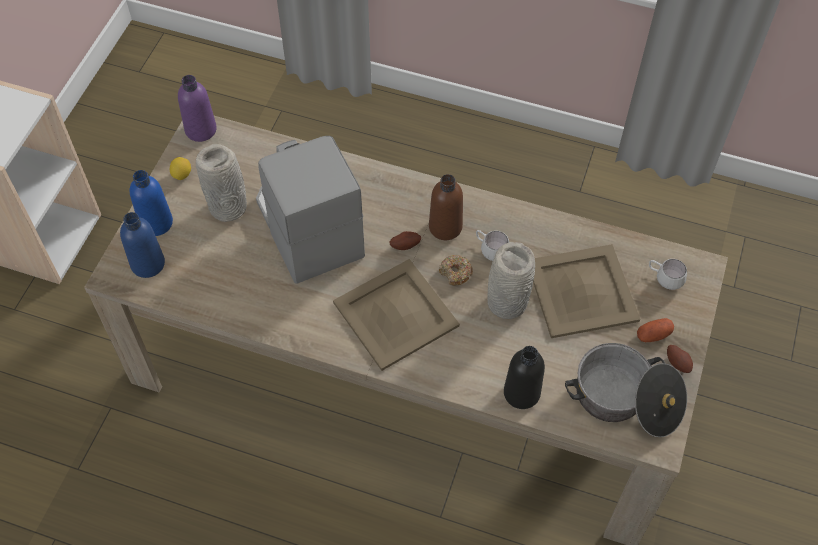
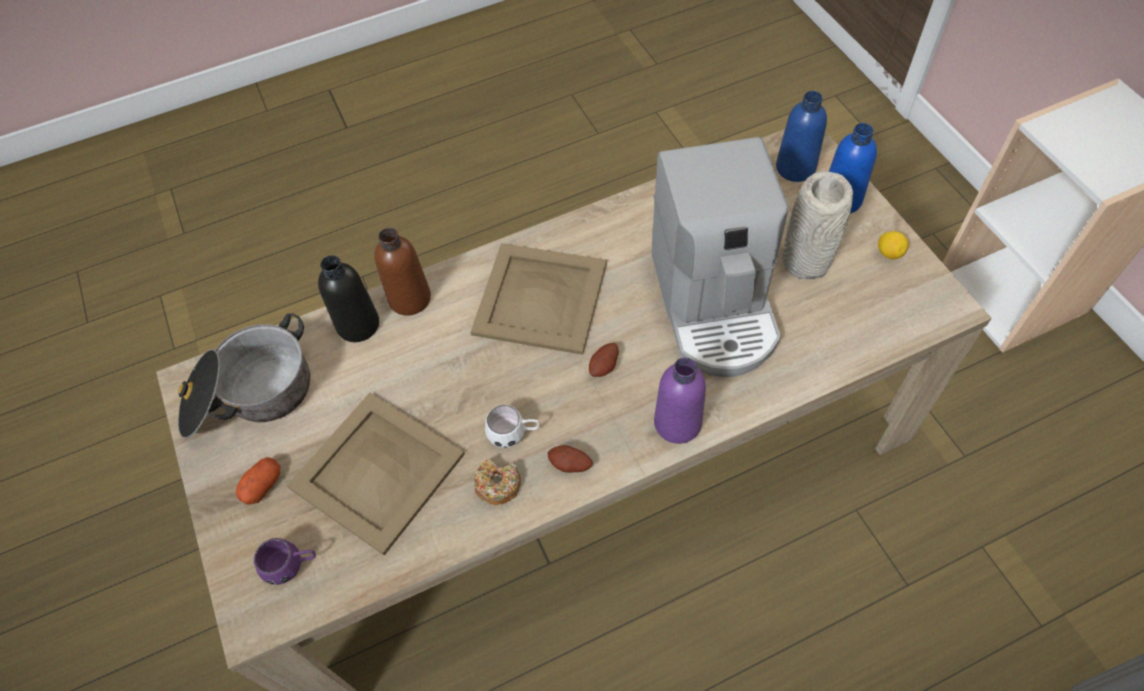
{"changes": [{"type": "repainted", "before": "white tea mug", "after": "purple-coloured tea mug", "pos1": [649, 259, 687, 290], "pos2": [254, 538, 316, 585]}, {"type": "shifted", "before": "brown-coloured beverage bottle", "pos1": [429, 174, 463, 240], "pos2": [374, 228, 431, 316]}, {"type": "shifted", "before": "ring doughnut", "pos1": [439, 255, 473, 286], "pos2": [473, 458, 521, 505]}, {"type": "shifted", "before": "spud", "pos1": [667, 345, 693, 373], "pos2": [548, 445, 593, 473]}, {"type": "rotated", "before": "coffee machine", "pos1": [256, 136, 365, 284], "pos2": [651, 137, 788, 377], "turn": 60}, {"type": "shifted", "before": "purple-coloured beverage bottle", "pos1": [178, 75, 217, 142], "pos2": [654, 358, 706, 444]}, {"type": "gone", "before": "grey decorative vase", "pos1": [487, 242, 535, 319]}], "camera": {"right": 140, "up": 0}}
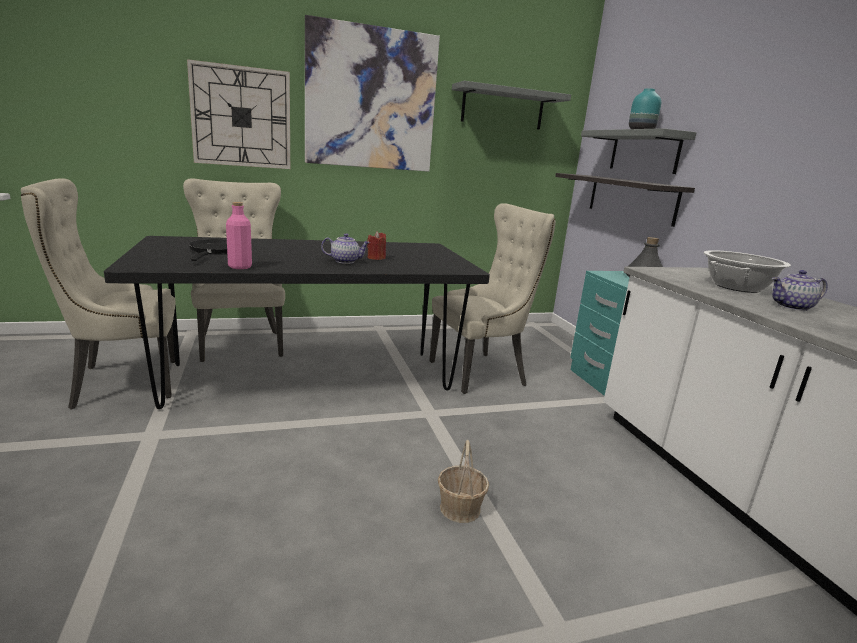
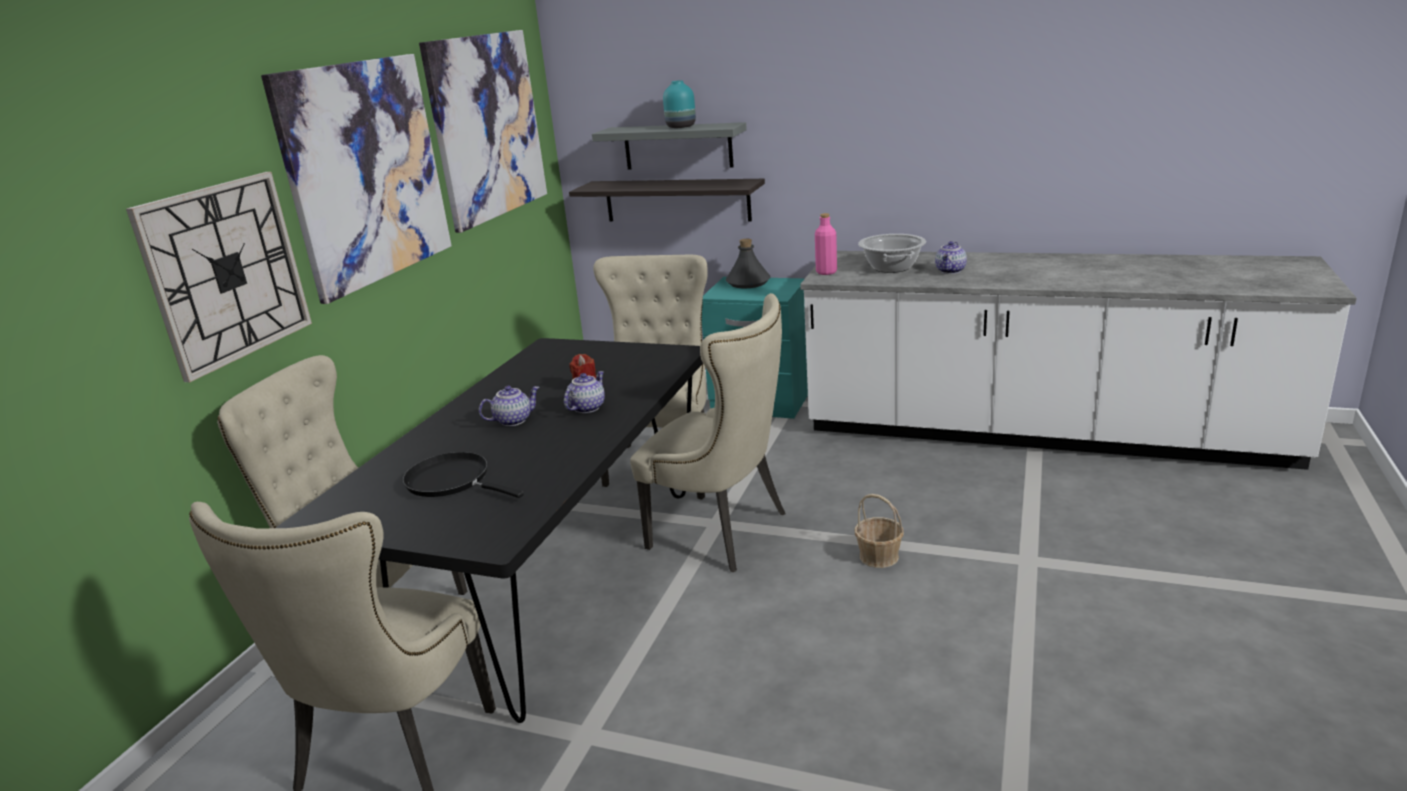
{"changes": [{"type": "swapped", "before": "grey shelf", "after": "picture", "pos1": [452, 81, 571, 130], "pos2": [419, 30, 547, 233]}, {"type": "new", "after": "tea pot", "pos2": [479, 386, 540, 426]}, {"type": "new", "after": "beige plain chair", "pos2": [630, 293, 786, 572]}, {"type": "shifted", "before": "pink-coloured beverage bottle", "pos1": [226, 202, 252, 269], "pos2": [815, 213, 837, 275]}], "camera": {"right": -50, "up": 5}}
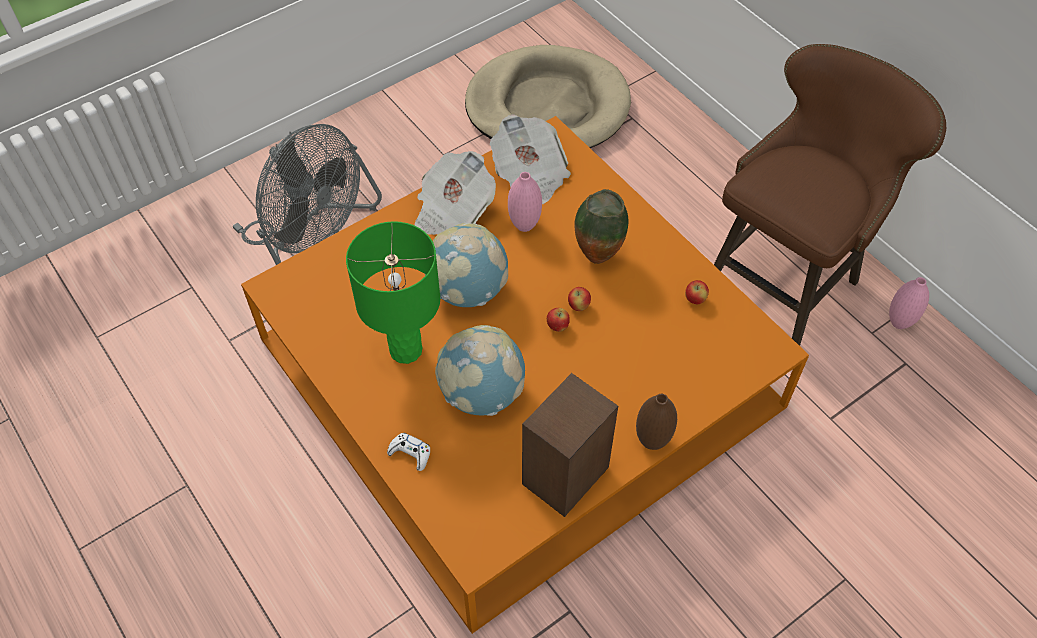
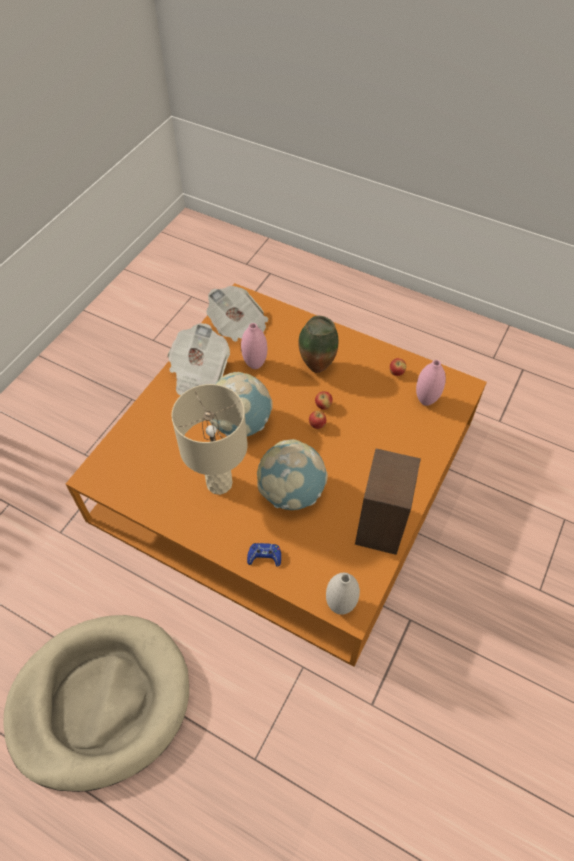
{"changes": [{"type": "shifted", "before": "beige dog cushion", "pos1": [465, 45, 631, 148], "pos2": [3, 615, 189, 792]}, {"type": "repainted", "before": "greenish lamp for a table", "after": "beige lamp for a table", "pos1": [346, 221, 440, 364], "pos2": [171, 384, 248, 495]}, {"type": "repainted", "before": "white joypad", "after": "bluish joypad", "pos1": [387, 433, 430, 471], "pos2": [247, 543, 281, 567]}, {"type": "new", "after": "white decorative vase", "pos2": [326, 573, 360, 615]}, {"type": "shifted", "before": "pink-coloured decorative vase", "pos1": [889, 277, 929, 329], "pos2": [416, 360, 446, 406]}, {"type": "gone", "before": "grey cooling fan", "pos1": [233, 124, 382, 265]}, {"type": "gone", "before": "brown-coloured decorative vase", "pos1": [636, 394, 677, 450]}, {"type": "gone", "before": "brown-coloured stool seat", "pos1": [714, 44, 946, 346]}], "camera": {"right": -25, "up": 0}}
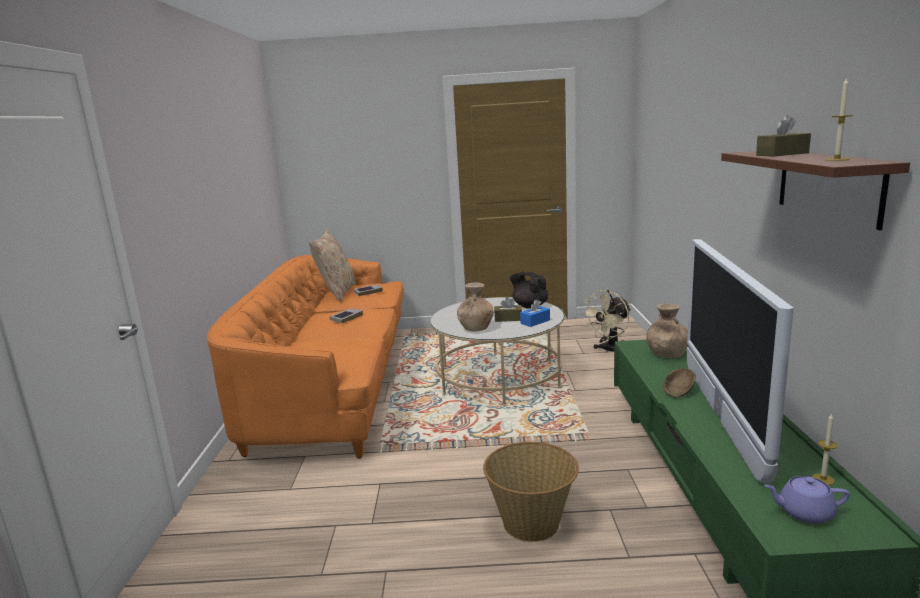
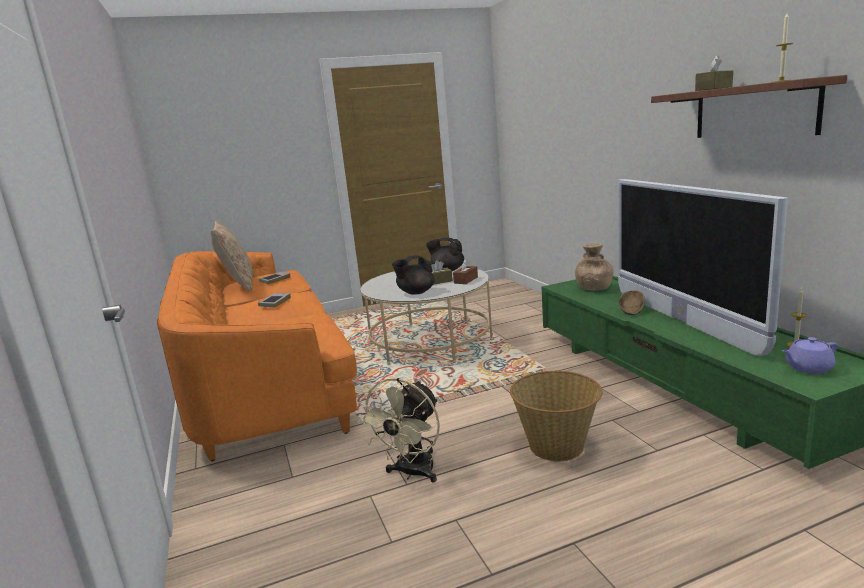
{"changes": [{"type": "shifted", "before": "beige cooling fan", "pos1": [581, 290, 631, 352], "pos2": [357, 378, 440, 483]}, {"type": "swapped", "before": "brown-coloured decorative vase", "after": "black tea pot", "pos1": [457, 282, 494, 332], "pos2": [392, 255, 435, 295]}, {"type": "repainted", "before": "bluish tissue box", "after": "brown-coloured tissue box", "pos1": [520, 299, 550, 327], "pos2": [453, 258, 478, 284]}], "camera": {"right": -20, "up": 0}}
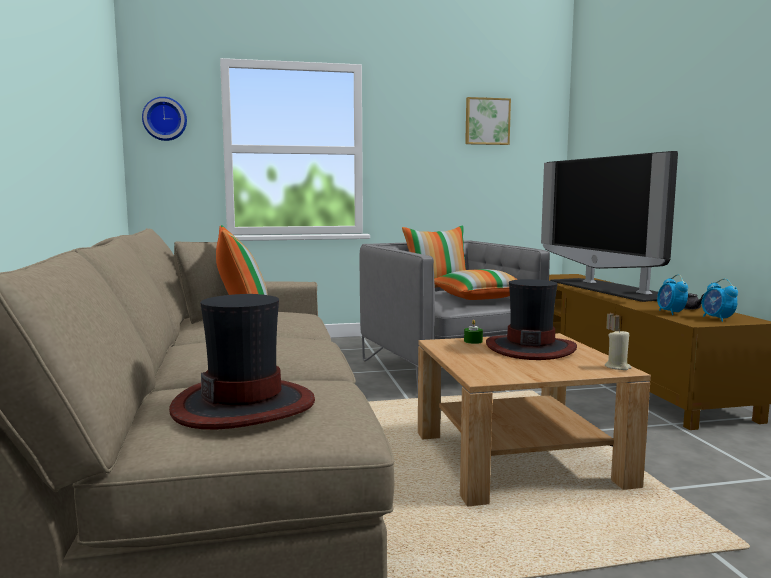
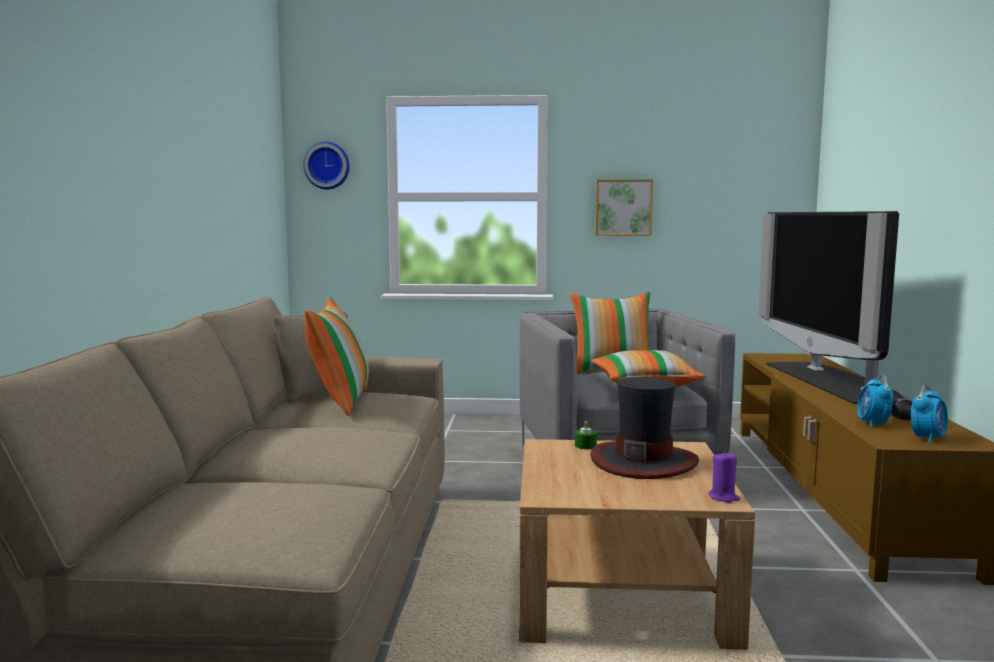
{"changes": [{"type": "shifted", "before": "picture", "pos1": [465, 97, 511, 145], "pos2": [595, 179, 653, 236]}, {"type": "repainted", "before": "beige wax candle", "after": "purple-coloured wax candle", "pos1": [605, 329, 632, 370], "pos2": [708, 451, 740, 503]}, {"type": "rotated", "before": "bedside clock", "pos1": [702, 279, 738, 322], "pos2": [911, 385, 948, 444], "turn": -135}, {"type": "gone", "before": "clothing hat", "pos1": [169, 294, 315, 430]}], "camera": {"right": 15, "up": 0}}
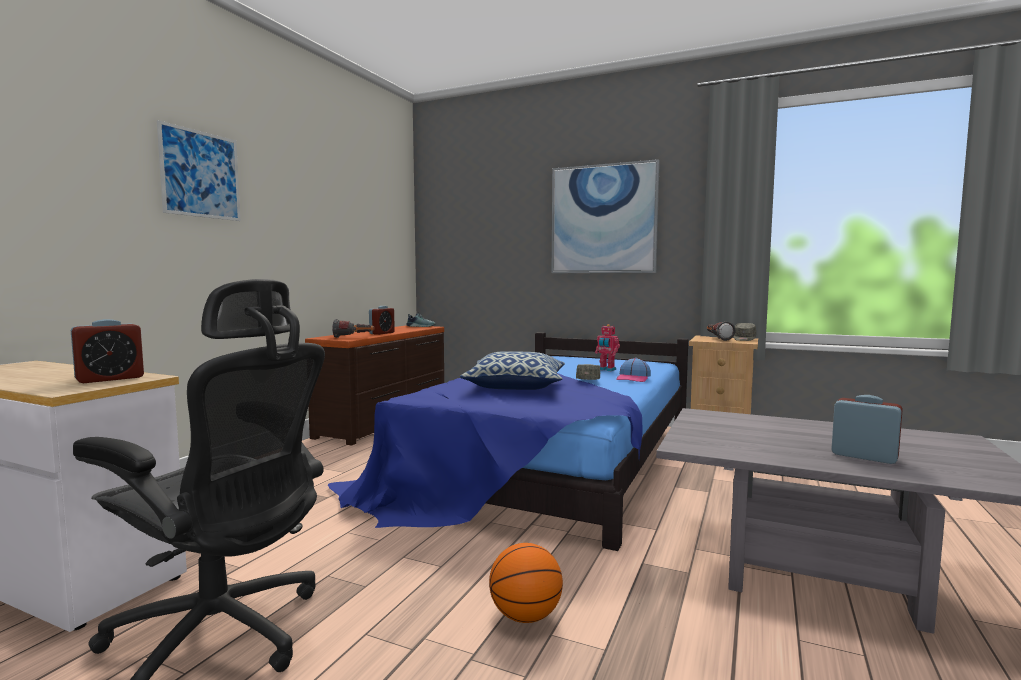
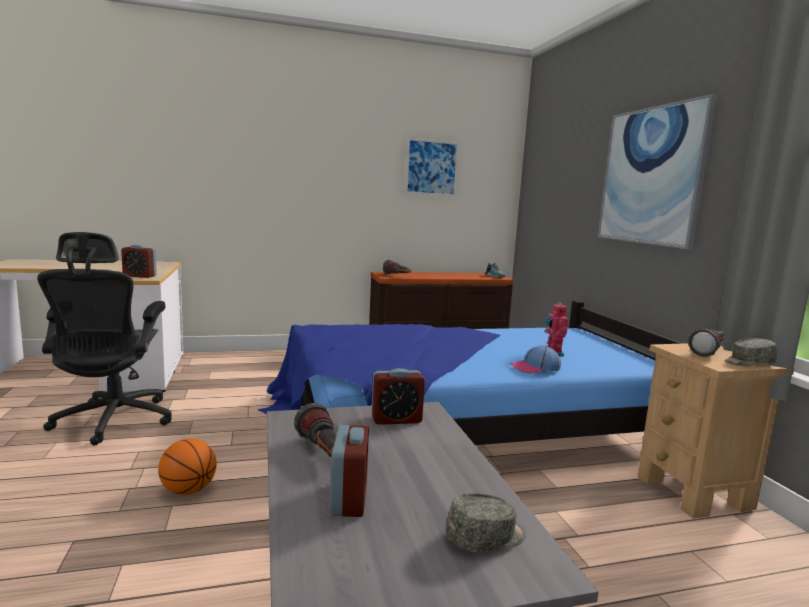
{"changes": [{"type": "new", "after": "hand torch", "pos2": [294, 403, 337, 457]}, {"type": "shifted", "before": "bedside clock", "pos1": [369, 306, 395, 335], "pos2": [371, 368, 425, 425]}, {"type": "shifted", "before": "picture", "pos1": [157, 120, 240, 221], "pos2": [405, 138, 459, 196]}, {"type": "shifted", "before": "grey peaked cap", "pos1": [576, 364, 600, 380], "pos2": [446, 493, 526, 552]}, {"type": "gone", "before": "cushion", "pos1": [460, 351, 565, 390]}], "camera": {"right": 50, "up": 5}}
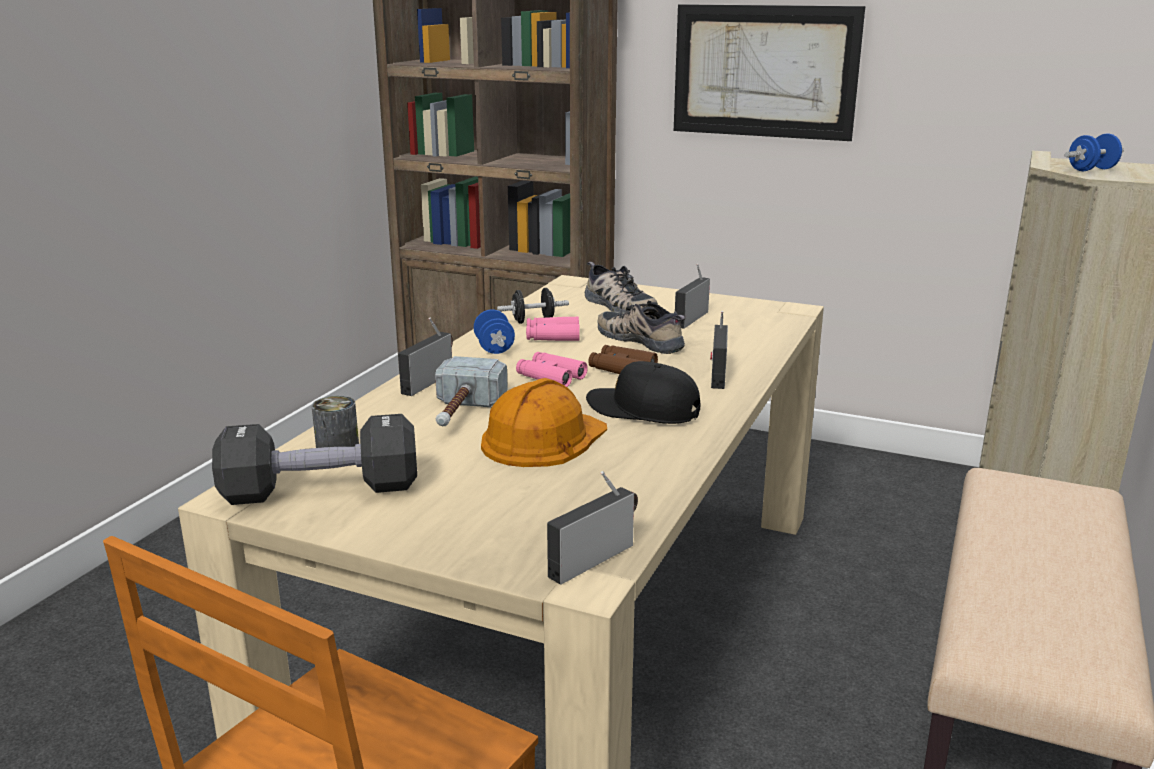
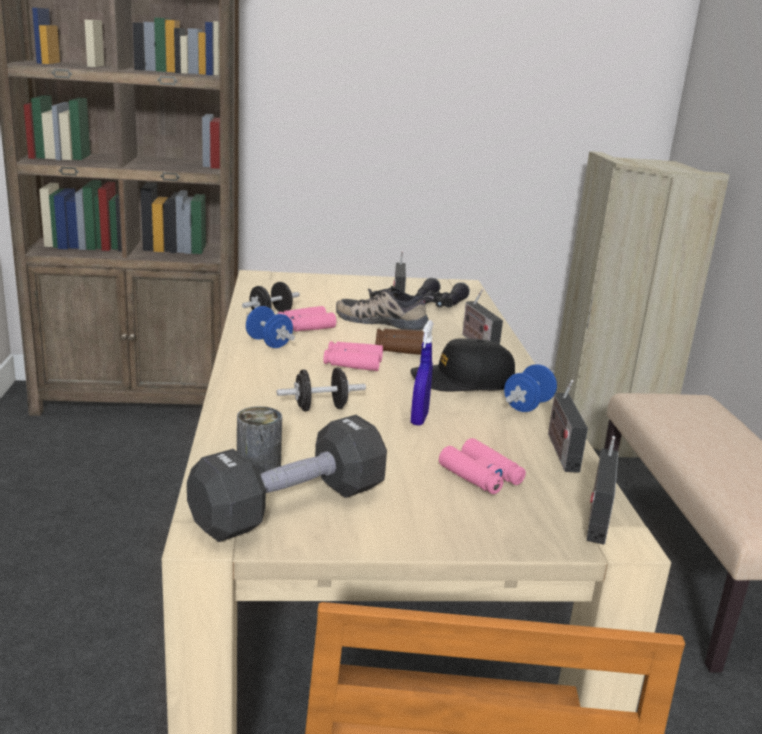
{"changes": [{"type": "swapped", "before": "hand hammer", "after": "black dumbbell", "pos1": [435, 356, 508, 426], "pos2": [276, 367, 366, 411]}, {"type": "swapped", "before": "orange-coloured safety helmet", "after": "bluish sprayer", "pos1": [481, 378, 607, 467], "pos2": [411, 320, 433, 426]}, {"type": "new", "after": "black pair of binoculars", "pos2": [416, 278, 470, 308]}, {"type": "new", "after": "pink-coloured pair of binoculars", "pos2": [439, 438, 526, 494]}, {"type": "shifted", "before": "bluish dumbbell", "pos1": [1064, 133, 1124, 171], "pos2": [504, 364, 557, 412]}, {"type": "shifted", "before": "radio receiver", "pos1": [398, 318, 453, 396], "pos2": [548, 380, 588, 473]}, {"type": "gone", "before": "item of footwear", "pos1": [585, 262, 658, 314]}, {"type": "gone", "before": "picture", "pos1": [674, 4, 865, 141]}], "camera": {"right": -30, "up": 0}}
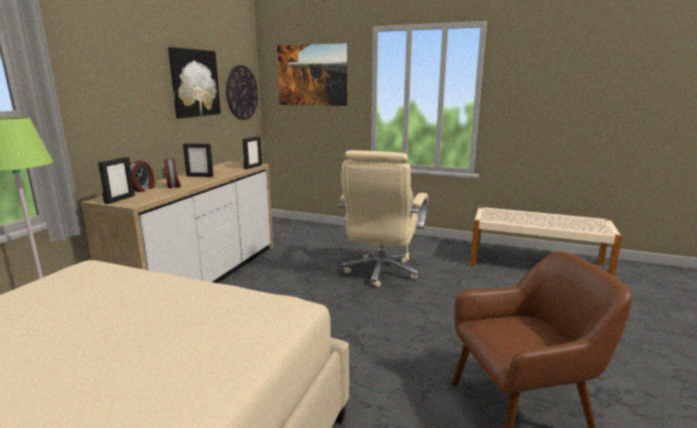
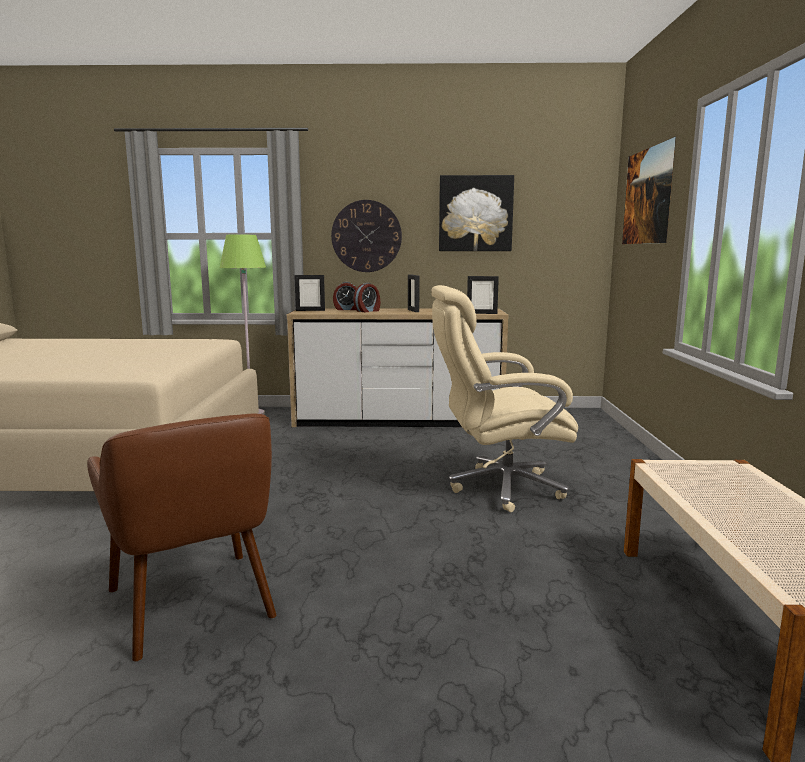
{"changes": [{"type": "shifted", "before": "hanging clock", "pos1": [226, 65, 258, 120], "pos2": [331, 200, 402, 272]}], "camera": {"right": 70, "up": -5}}
